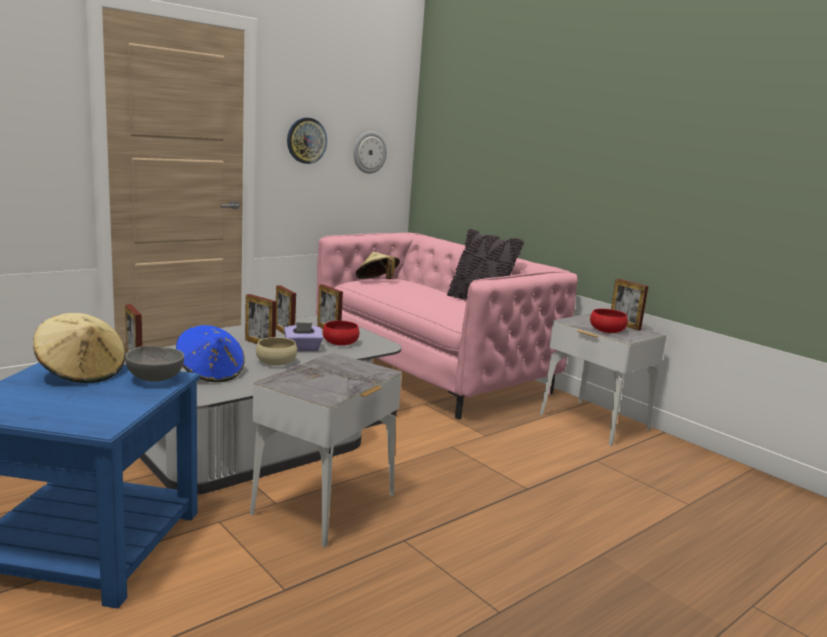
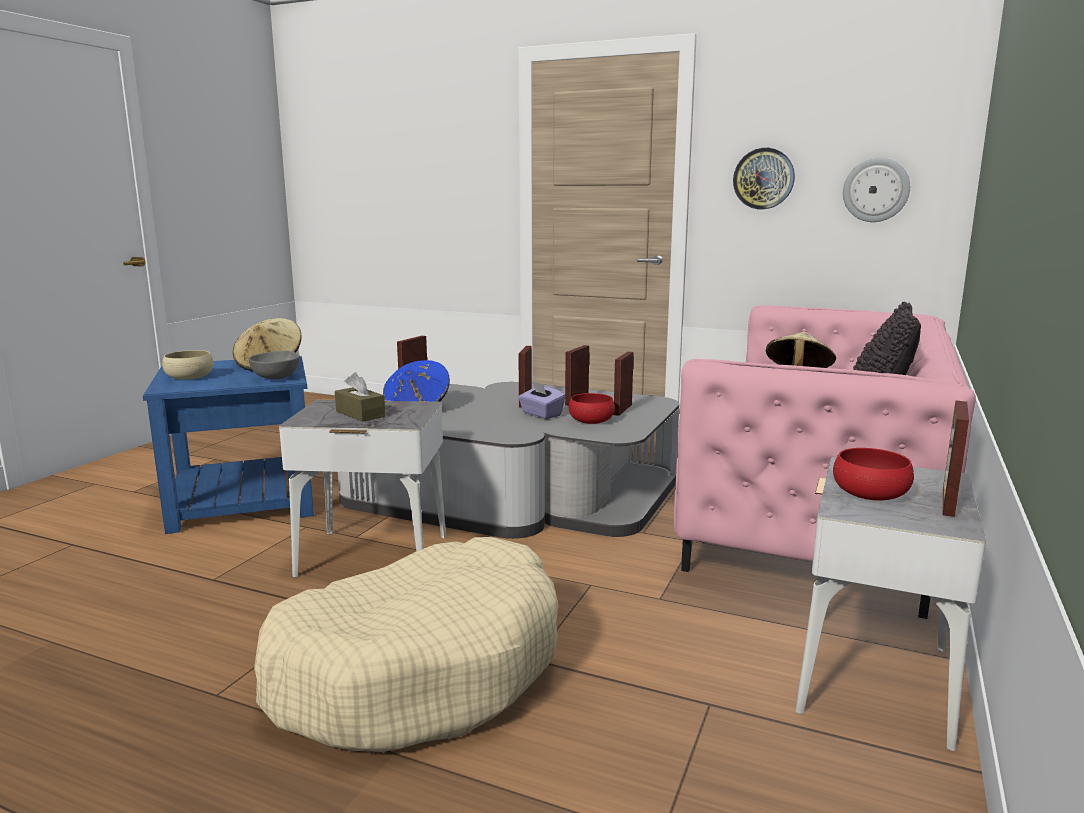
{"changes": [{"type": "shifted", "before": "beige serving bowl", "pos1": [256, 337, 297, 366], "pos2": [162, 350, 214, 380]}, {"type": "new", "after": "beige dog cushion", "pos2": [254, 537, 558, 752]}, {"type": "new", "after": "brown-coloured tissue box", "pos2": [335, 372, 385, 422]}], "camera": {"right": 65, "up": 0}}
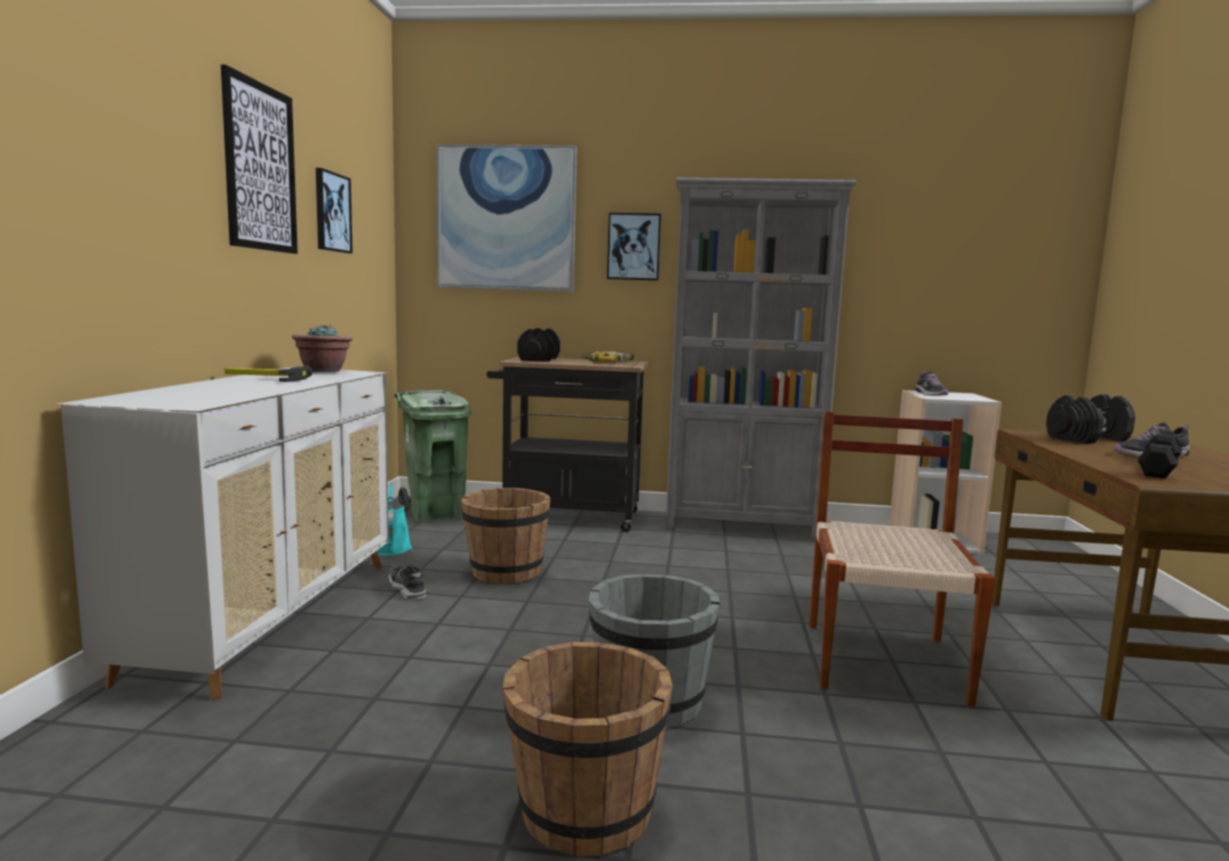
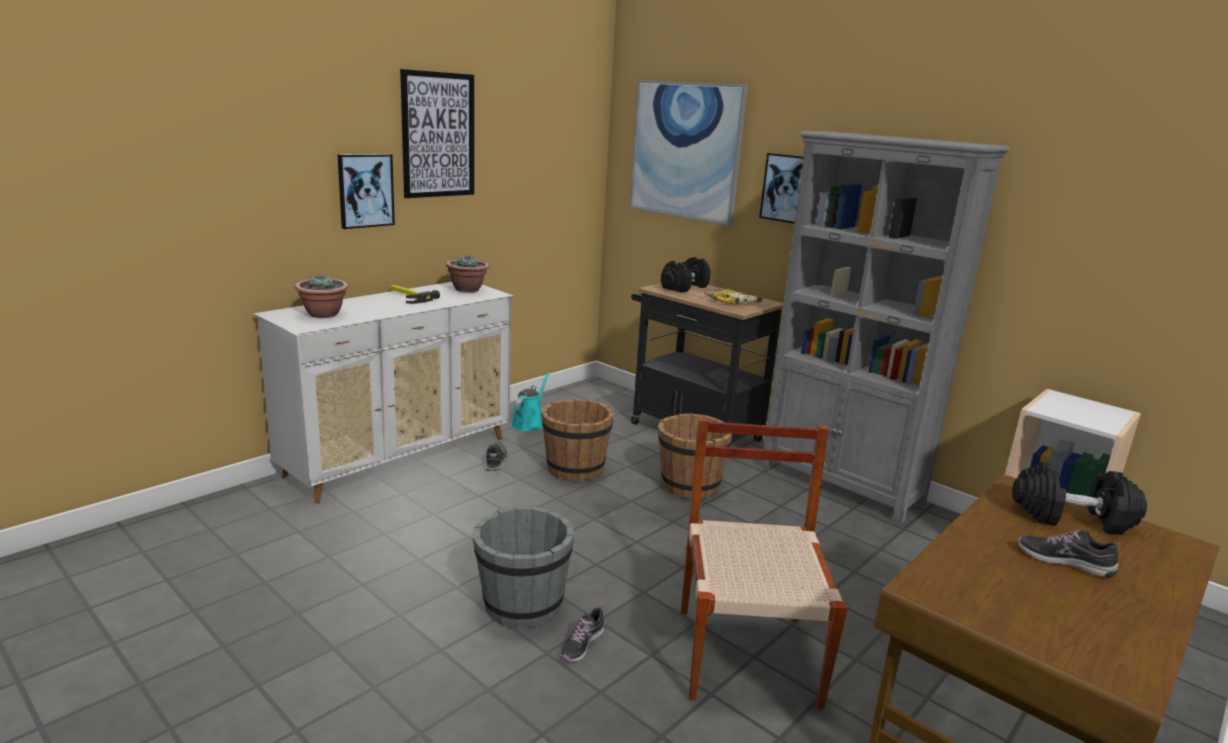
{"changes": [{"type": "new", "after": "potted plant", "pos2": [295, 275, 348, 318]}, {"type": "shifted", "before": "picture", "pos1": [316, 168, 353, 253], "pos2": [337, 154, 395, 229]}, {"type": "shifted", "before": "item of footwear", "pos1": [915, 371, 949, 395], "pos2": [560, 604, 605, 662]}, {"type": "shifted", "before": "brown-coloured pail", "pos1": [503, 642, 673, 856], "pos2": [658, 414, 732, 499]}, {"type": "rotated", "before": "plain chair", "pos1": [809, 411, 995, 707], "pos2": [681, 418, 847, 709], "turn": -45}, {"type": "gone", "before": "greenish trash can", "pos1": [394, 390, 471, 522]}, {"type": "gone", "before": "black dumbbell", "pos1": [1138, 434, 1182, 479]}], "camera": {"right": 35, "up": 10}}
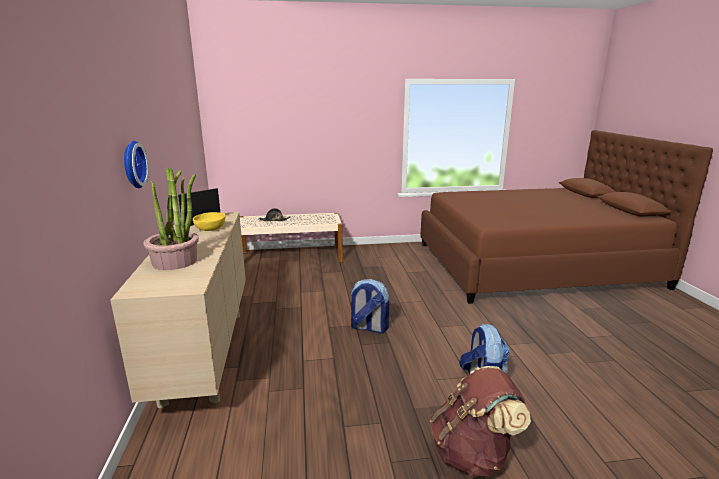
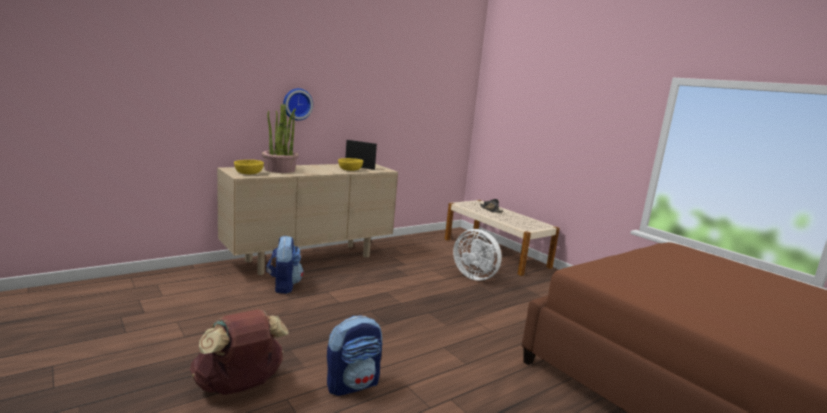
{"changes": [{"type": "new", "after": "yellowish serving bowl", "pos2": [234, 160, 264, 174]}, {"type": "shifted", "before": "backpack", "pos1": [350, 279, 389, 333], "pos2": [266, 235, 303, 294]}, {"type": "new", "after": "white cooling fan", "pos2": [453, 229, 502, 281]}], "camera": {"right": 60, "up": -5}}
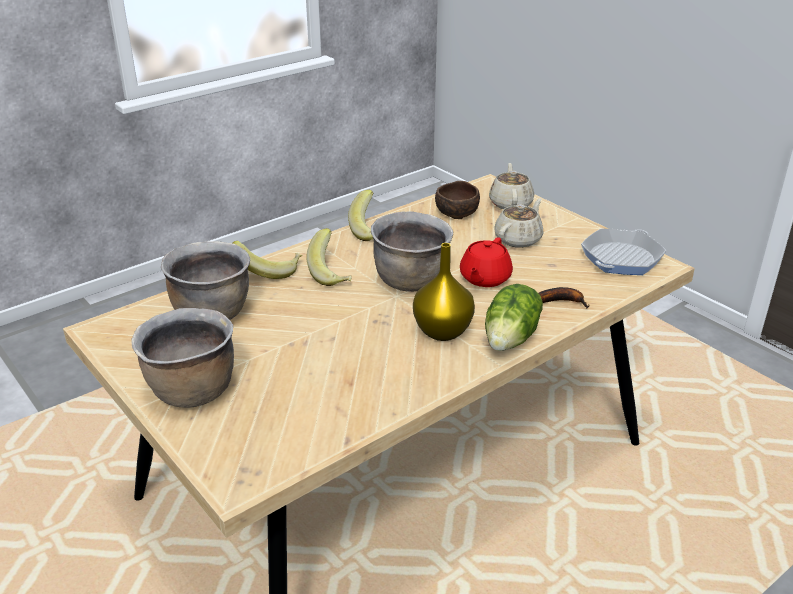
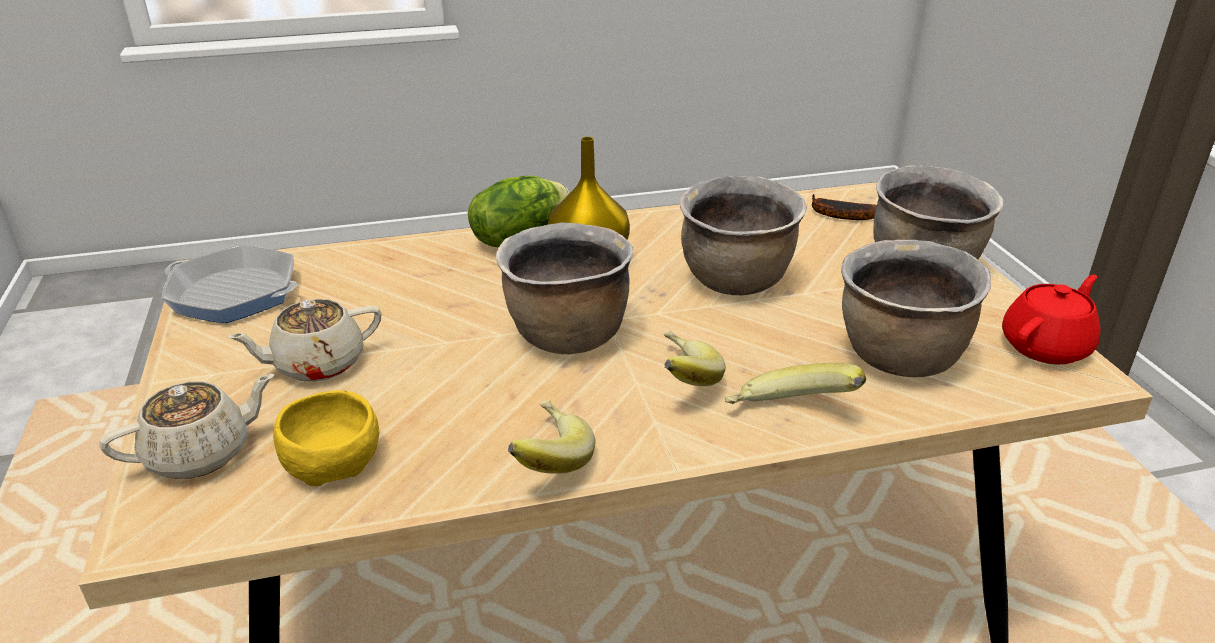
{"changes": [{"type": "rotated", "before": "beige tea pot", "pos1": [489, 163, 534, 209], "pos2": [99, 374, 275, 479], "turn": -150}, {"type": "rotated", "before": "frying pan", "pos1": [581, 229, 667, 275], "pos2": [162, 245, 297, 323], "turn": 45}, {"type": "repainted", "before": "brown-coloured serving bowl", "after": "yellowish serving bowl", "pos1": [435, 181, 480, 219], "pos2": [273, 390, 379, 486]}, {"type": "new", "after": "brown-coloured cooking pot", "pos2": [680, 176, 807, 295]}, {"type": "shifted", "before": "banana", "pos1": [538, 287, 589, 309], "pos2": [812, 194, 877, 220]}, {"type": "shifted", "before": "red tea pot", "pos1": [460, 237, 513, 287], "pos2": [1002, 274, 1100, 364]}], "camera": {"right": -155, "up": 0}}
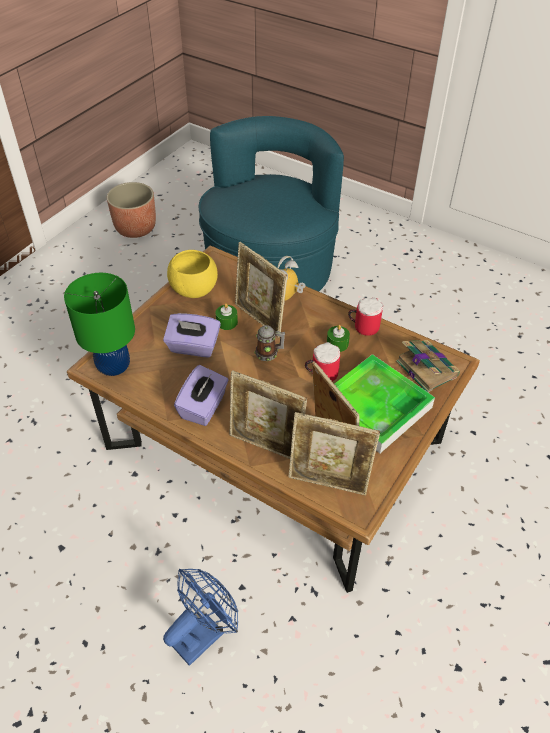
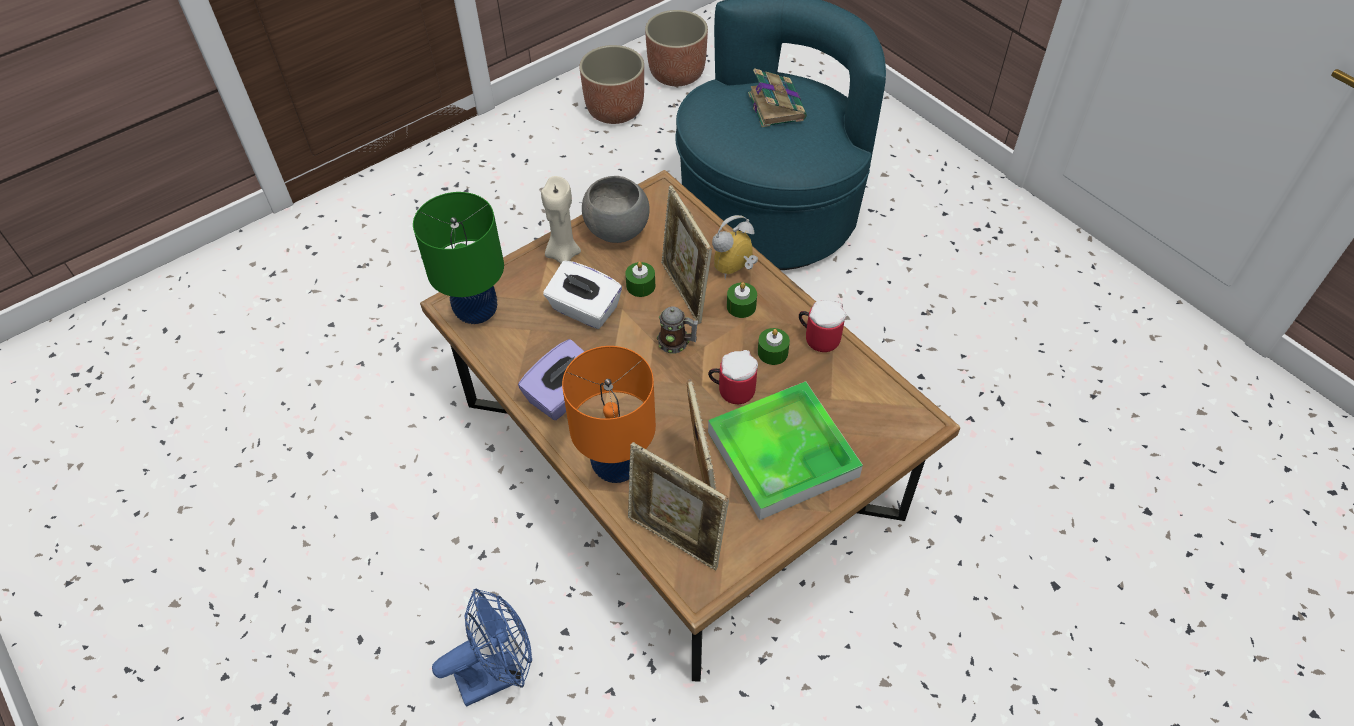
{"changes": [{"type": "new", "after": "beige wax candle", "pos2": [541, 176, 581, 264]}, {"type": "repainted", "before": "purple-coloured tissue box", "after": "white tissue box", "pos1": [163, 313, 221, 358], "pos2": [543, 261, 622, 329]}, {"type": "swapped", "before": "photo frame", "after": "orange-coloured lamp for a table", "pos1": [230, 370, 307, 459], "pos2": [562, 346, 656, 483]}, {"type": "repainted", "before": "yellowish serving bowl", "after": "grey serving bowl", "pos1": [167, 250, 218, 298], "pos2": [582, 176, 650, 243]}, {"type": "new", "after": "plant pot", "pos2": [645, 10, 708, 86]}, {"type": "new", "after": "greenish wax candle", "pos2": [727, 282, 757, 318]}, {"type": "shifted", "before": "bound book", "pos1": [396, 340, 460, 392], "pos2": [748, 68, 807, 127]}], "camera": {"right": 20, "up": 5}}
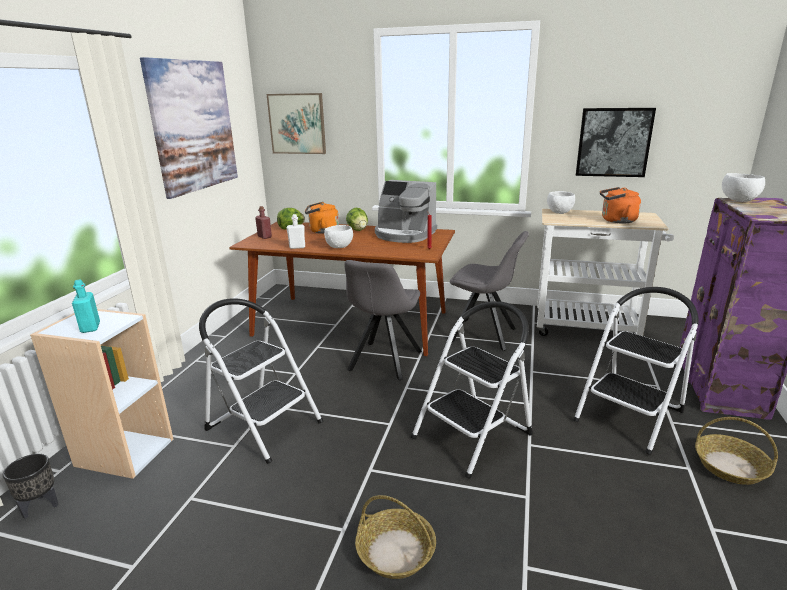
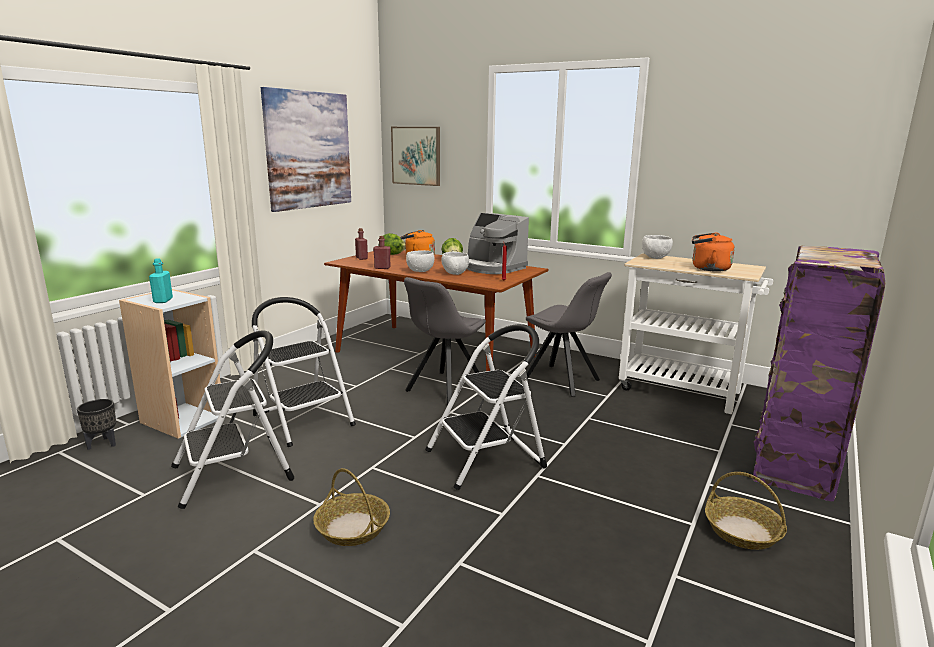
{"changes": [{"type": "shifted", "before": "step ladder", "pos1": [573, 287, 699, 455], "pos2": [171, 330, 294, 509]}, {"type": "repainted", "before": "white beverage bottle", "after": "red beverage bottle", "pos1": [286, 214, 305, 249], "pos2": [373, 236, 391, 269]}, {"type": "shifted", "before": "white serving bowl", "pos1": [722, 173, 765, 202], "pos2": [441, 252, 469, 275]}, {"type": "gone", "before": "picture", "pos1": [576, 108, 656, 177]}], "camera": {"right": 15, "up": -5}}
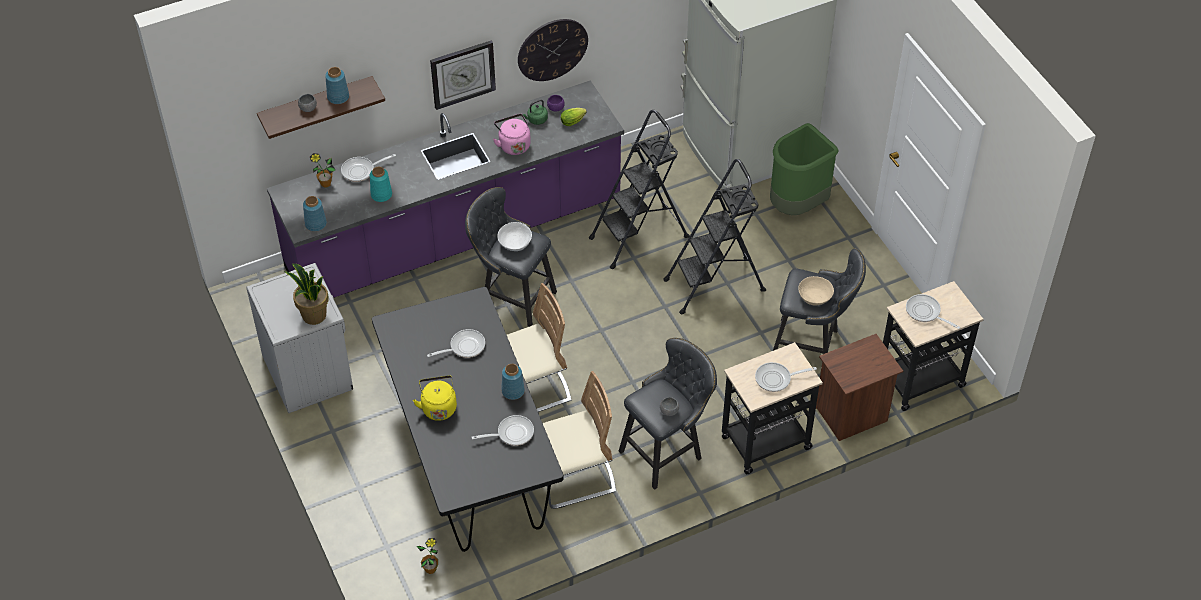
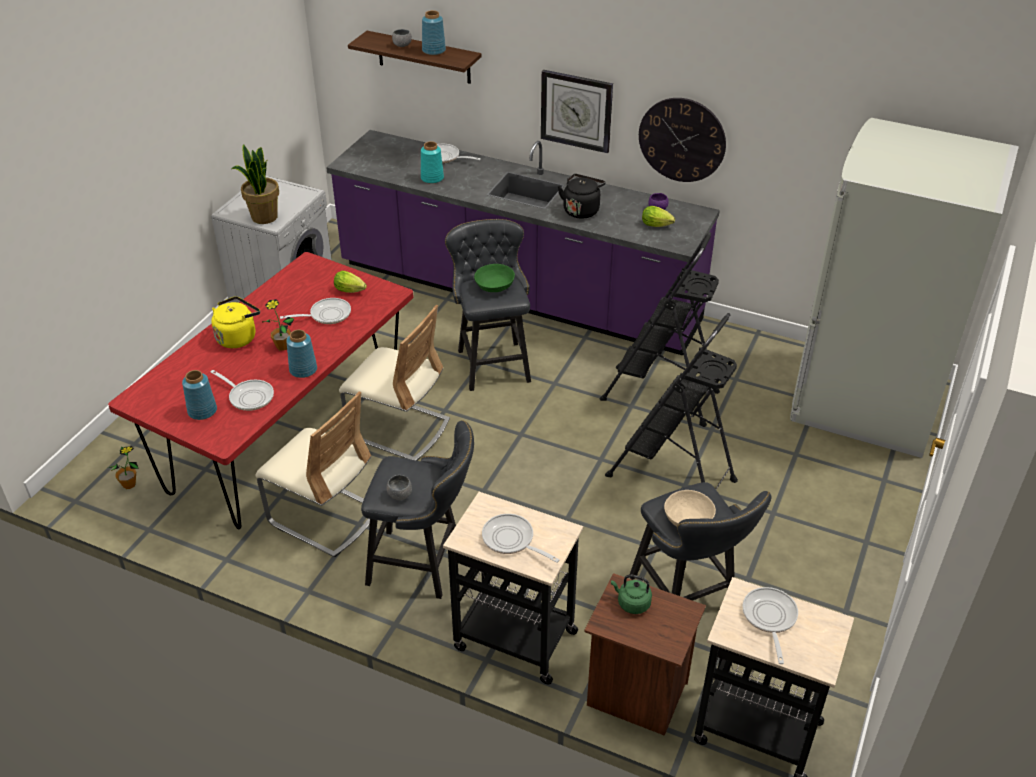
{"changes": [{"type": "repainted", "before": "black dining table", "after": "red dining table", "pos1": [372, 287, 563, 552], "pos2": [108, 252, 413, 529]}, {"type": "shifted", "before": "bluish decorative vase", "pos1": [303, 196, 327, 232], "pos2": [182, 370, 217, 420]}, {"type": "shifted", "before": "potted plant", "pos1": [310, 153, 335, 188], "pos2": [262, 299, 295, 351]}, {"type": "rotated", "before": "frying pan", "pos1": [427, 329, 485, 358], "pos2": [280, 298, 351, 324], "turn": -45}, {"type": "new", "after": "lettuce head", "pos2": [334, 271, 367, 293]}, {"type": "repainted", "before": "white serving bowl", "after": "greenish serving bowl", "pos1": [497, 222, 532, 251], "pos2": [474, 264, 515, 292]}, {"type": "repainted", "before": "pink-coloured kettle", "after": "black kettle", "pos1": [493, 114, 531, 155], "pos2": [558, 174, 606, 219]}, {"type": "shifted", "before": "greenish kettle", "pos1": [523, 99, 548, 125], "pos2": [611, 574, 652, 614]}, {"type": "gone", "before": "greenish trash can", "pos1": [770, 123, 839, 215]}], "camera": {"right": 50, "up": -10}}
